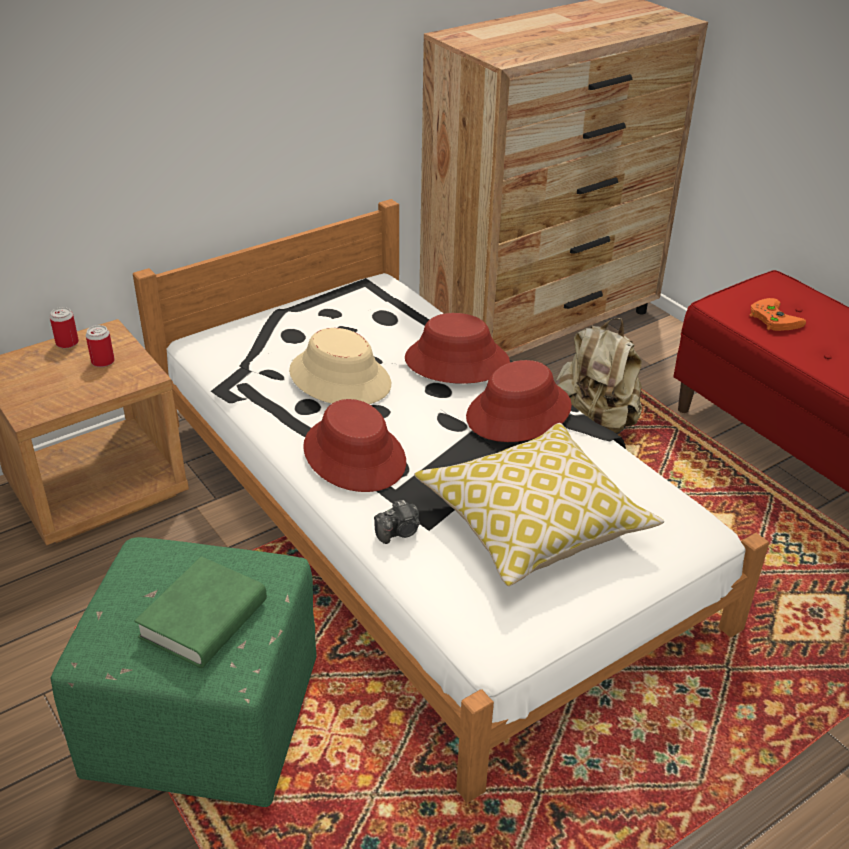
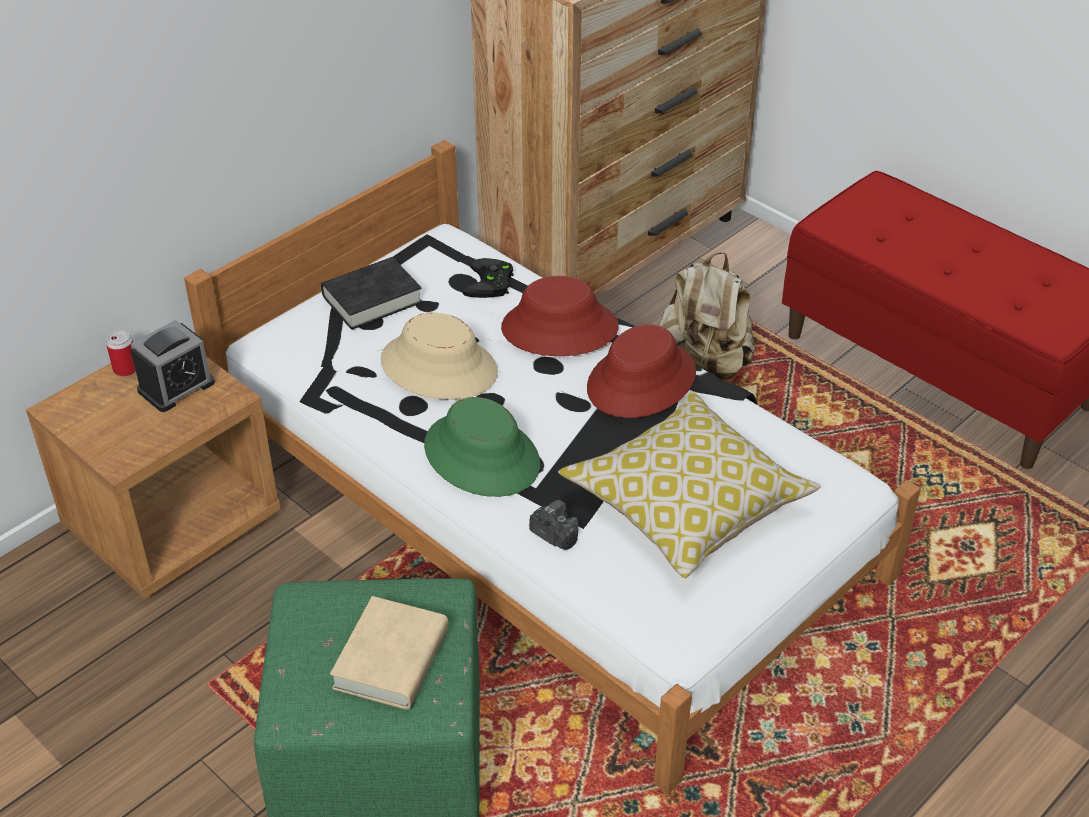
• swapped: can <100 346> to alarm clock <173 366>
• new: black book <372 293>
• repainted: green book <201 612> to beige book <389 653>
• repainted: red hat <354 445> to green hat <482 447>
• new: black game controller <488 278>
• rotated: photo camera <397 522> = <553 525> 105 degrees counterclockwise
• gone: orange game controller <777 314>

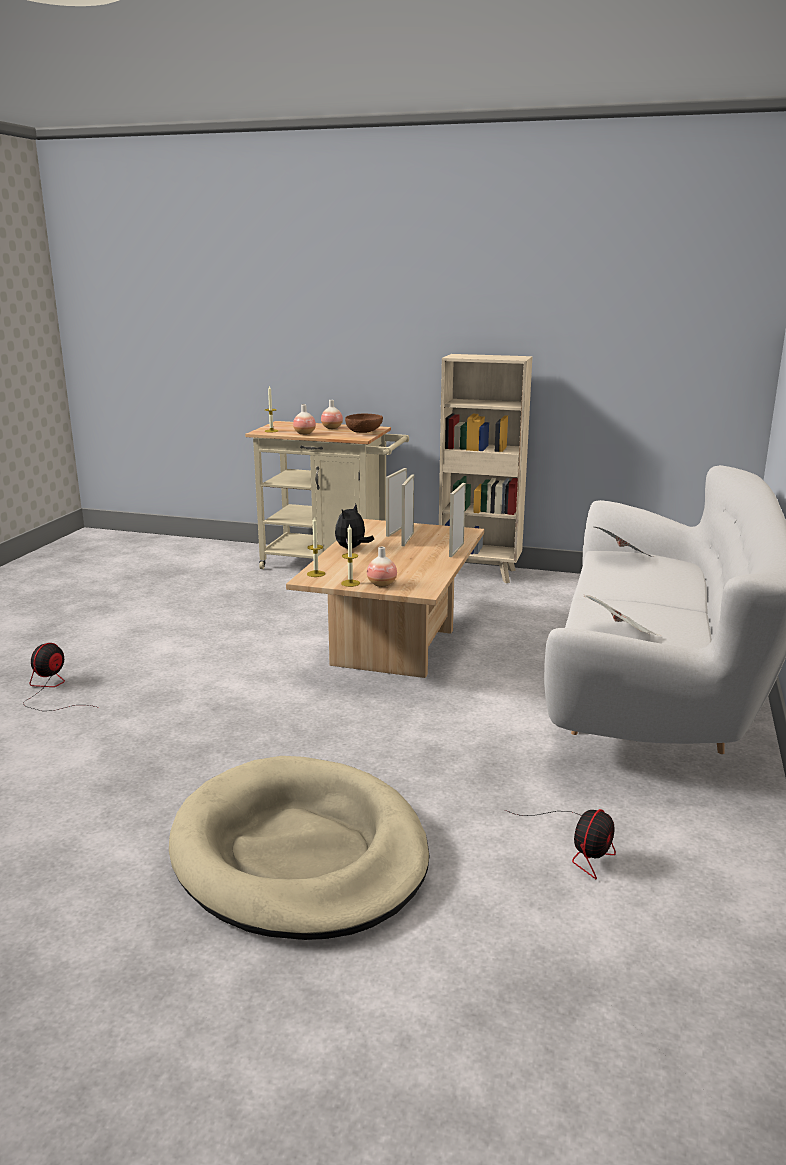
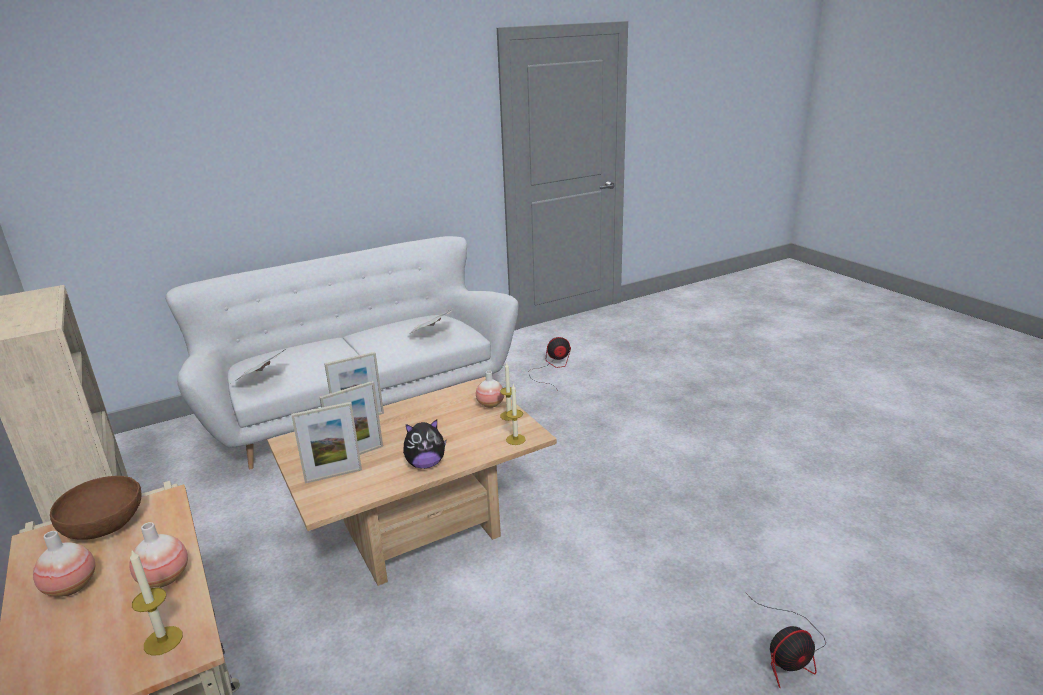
• gone: beige dog bed <299 848>

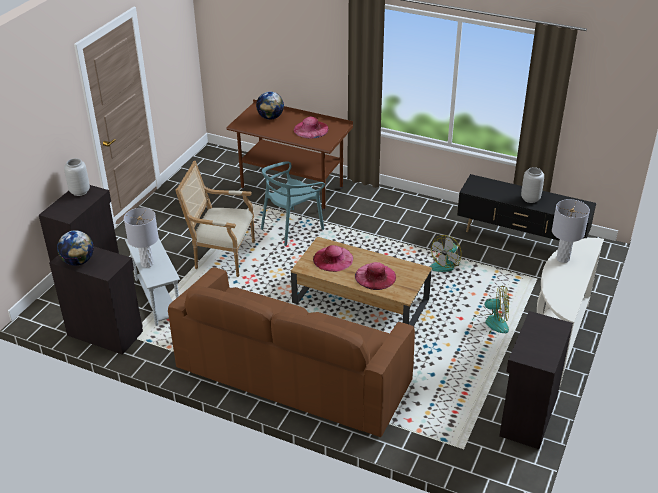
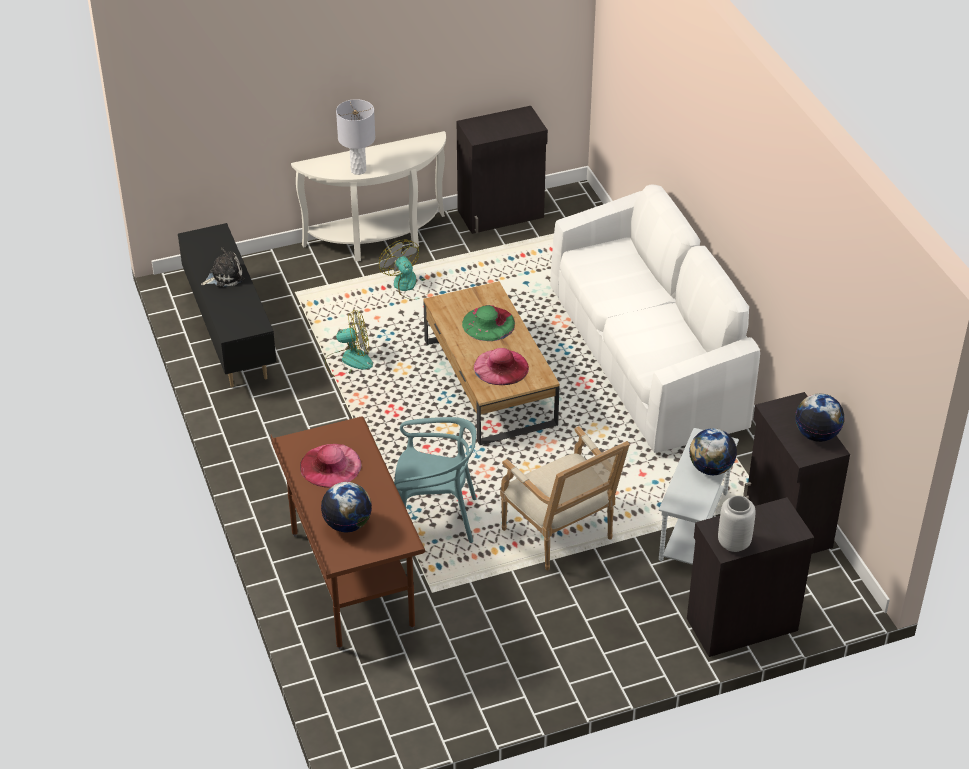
• swapped: grey vase <532 185> to plush toy <222 267>
• repainted: pink hat <375 276> to green hat <488 323>
• repainted: brown sofa <291 352> to white sofa <655 319>
• swapped: grey table lamp <141 238> to globe <713 451>

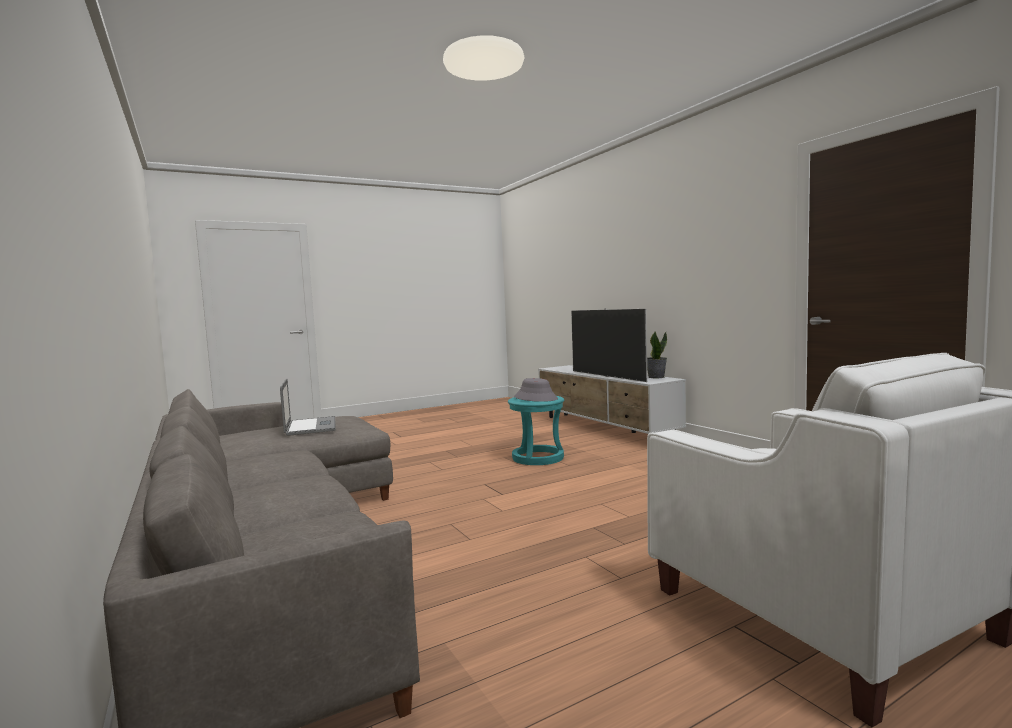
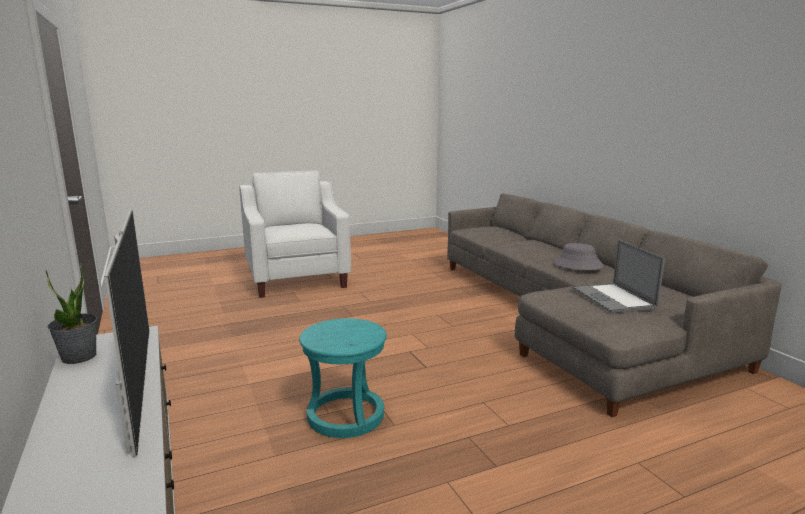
• shifted: grey hat <536 390> to <578 256>

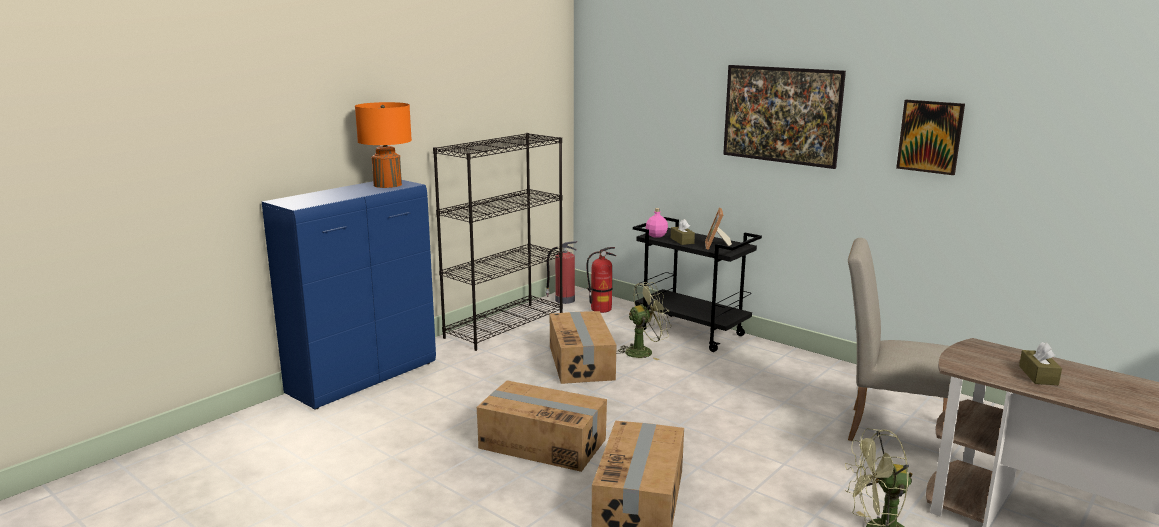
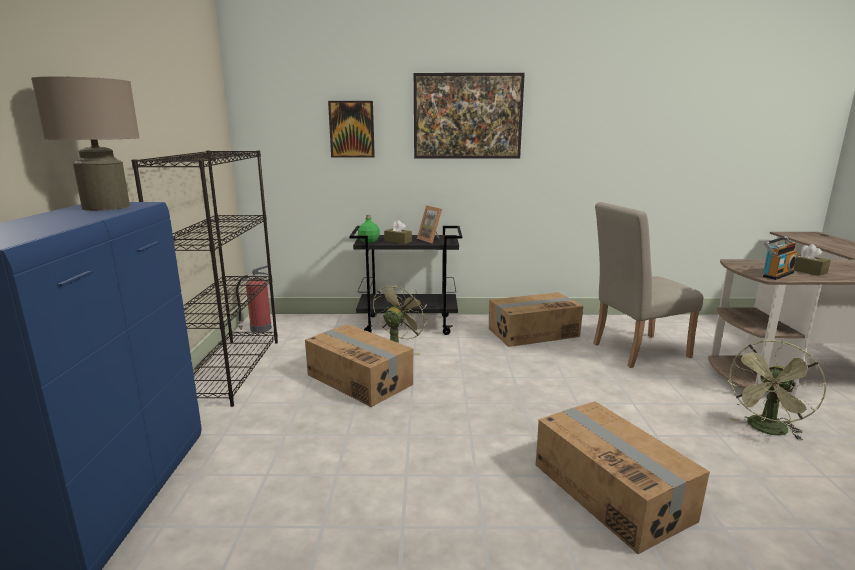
• repainted: orange table lamp <383 145> to beige table lamp <85 143>
• shifted: picture <930 137> to <351 129>
• repainted: pink bottle <657 223> to green bottle <369 228>
• shifted: cardboard box <542 426> to <536 319>
• new: radio <780 258>
• gone: fire extinguisher <601 280>

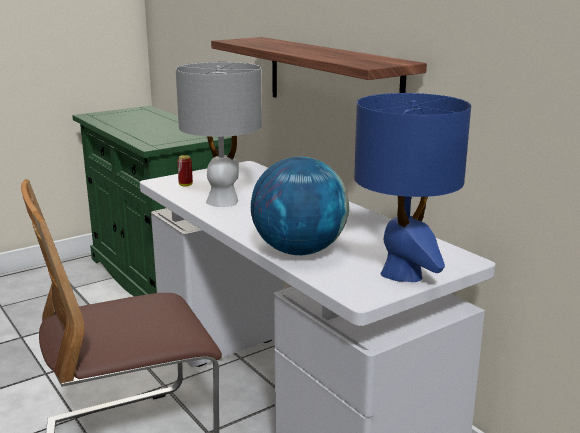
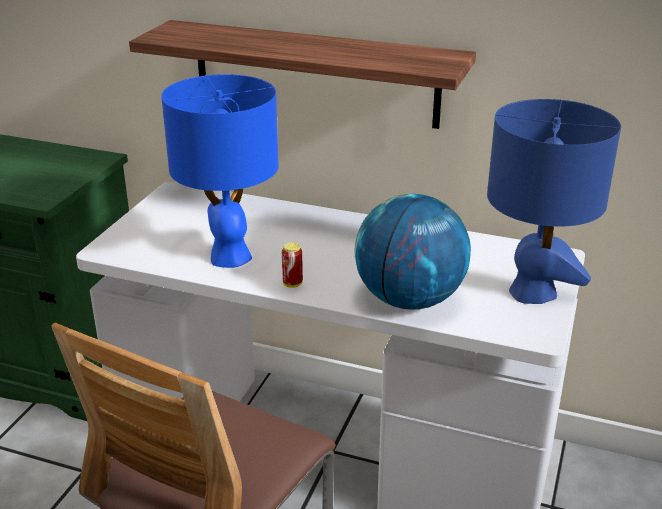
• repainted: grey table lamp <219 134> to blue table lamp <220 171>
• shifted: can <185 171> to <292 265>

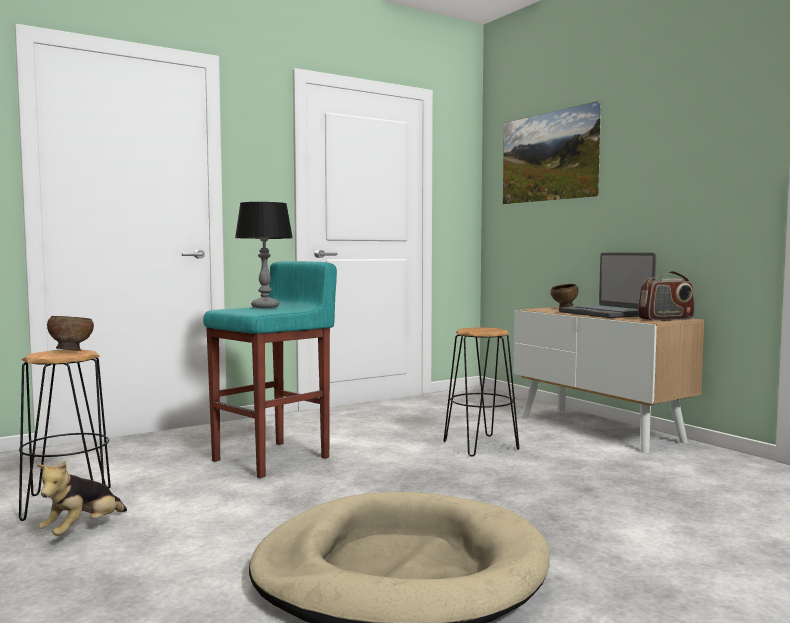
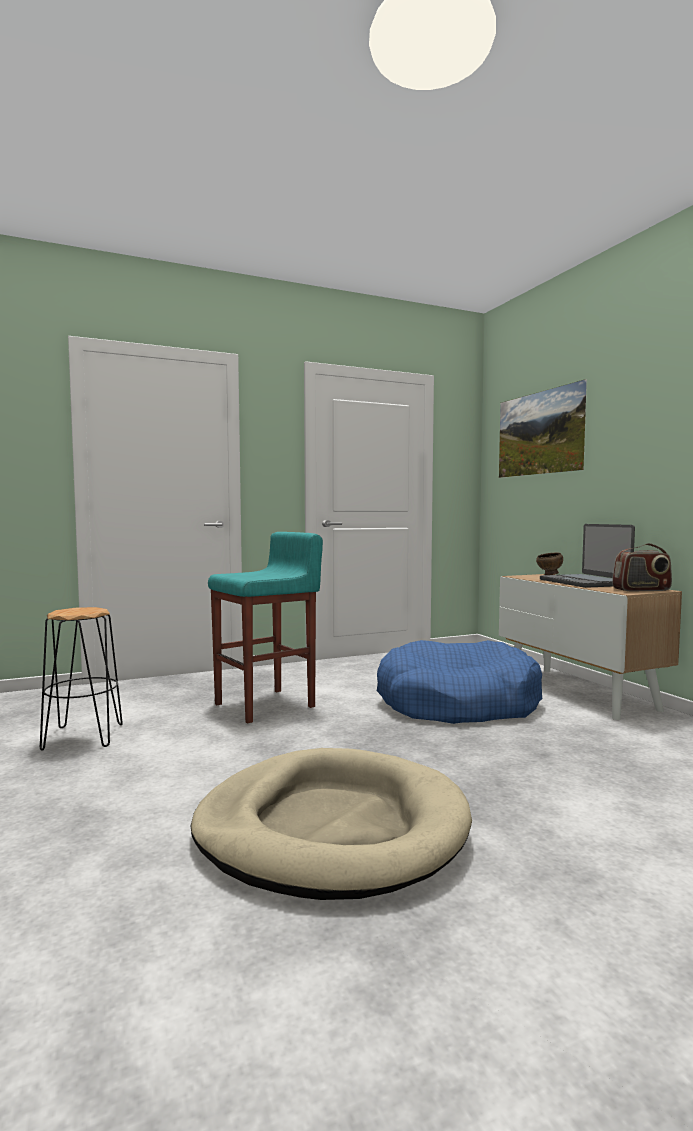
• swapped: black stool <481 392> to blue dog bed <459 682>
• gone: plush toy <82 498>
• gone: brown bowl <70 333>
• gone: table lamp <264 255>

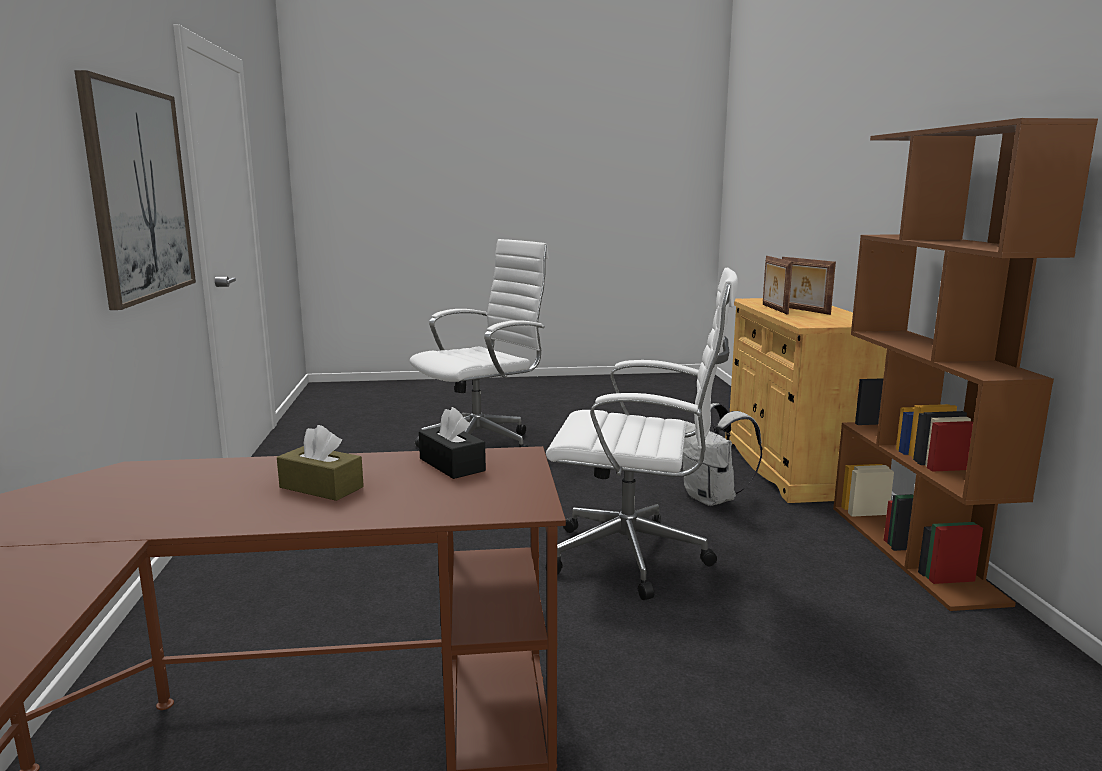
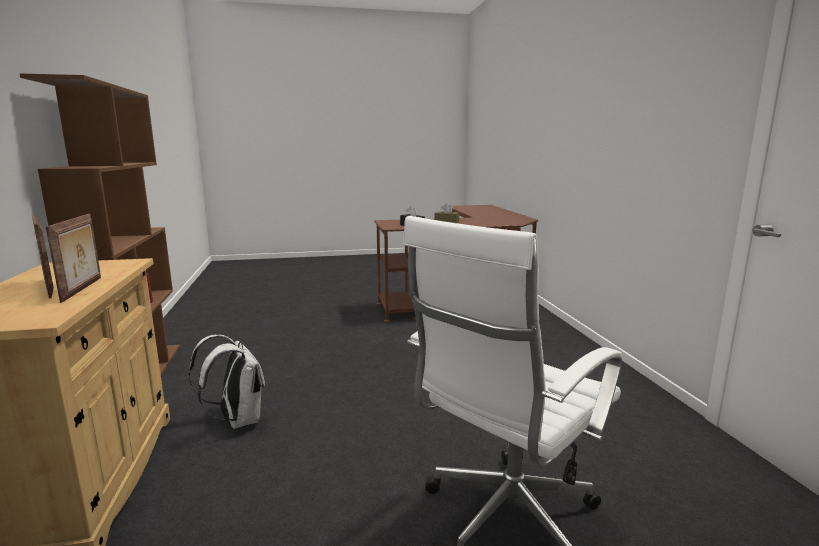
• gone: picture <135 190>
• gone: white office chair <642 434>

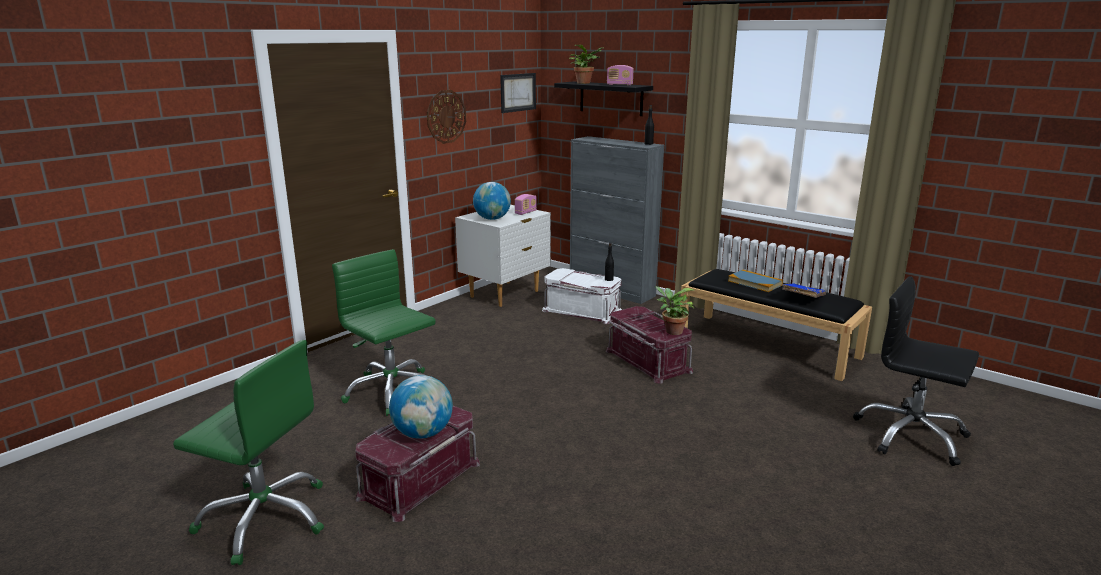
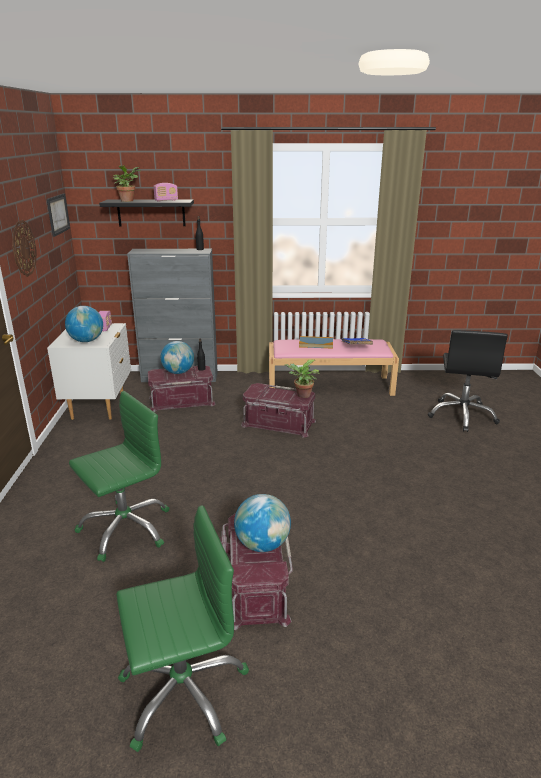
• rotated: green office chair <383 332> = <119 476> 135 degrees clockwise
• repainted: white storage box <582 296> to red storage box <182 388>
• new: globe <177 357>
• repainted: black bench <776 325> to pink bench <334 367>
• rotated: black office chair <916 371> = <468 381> 75 degrees counterclockwise

